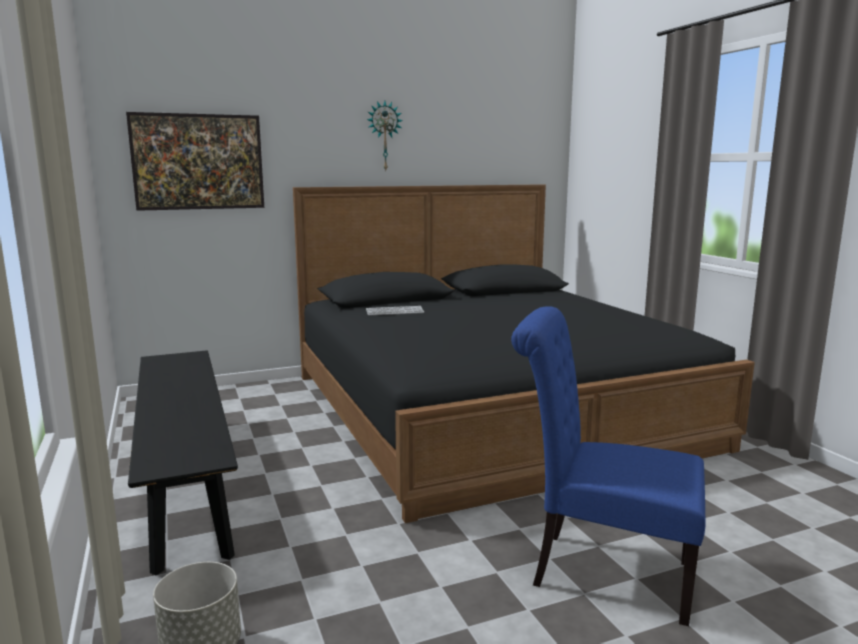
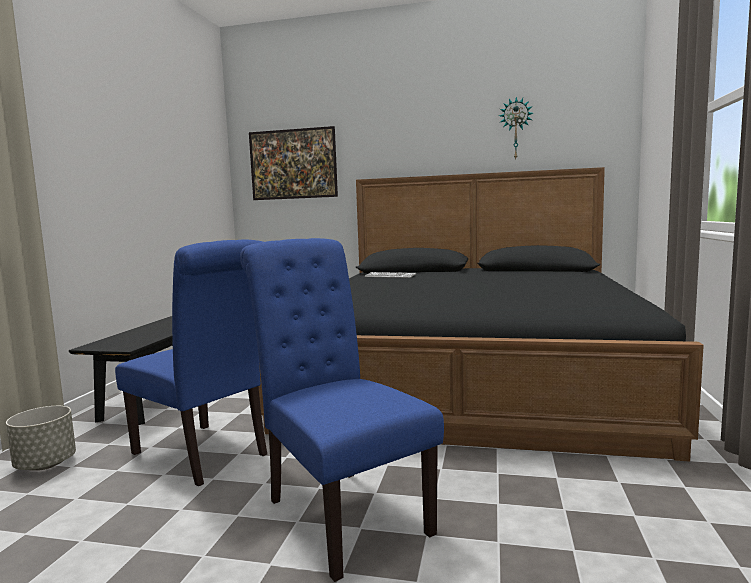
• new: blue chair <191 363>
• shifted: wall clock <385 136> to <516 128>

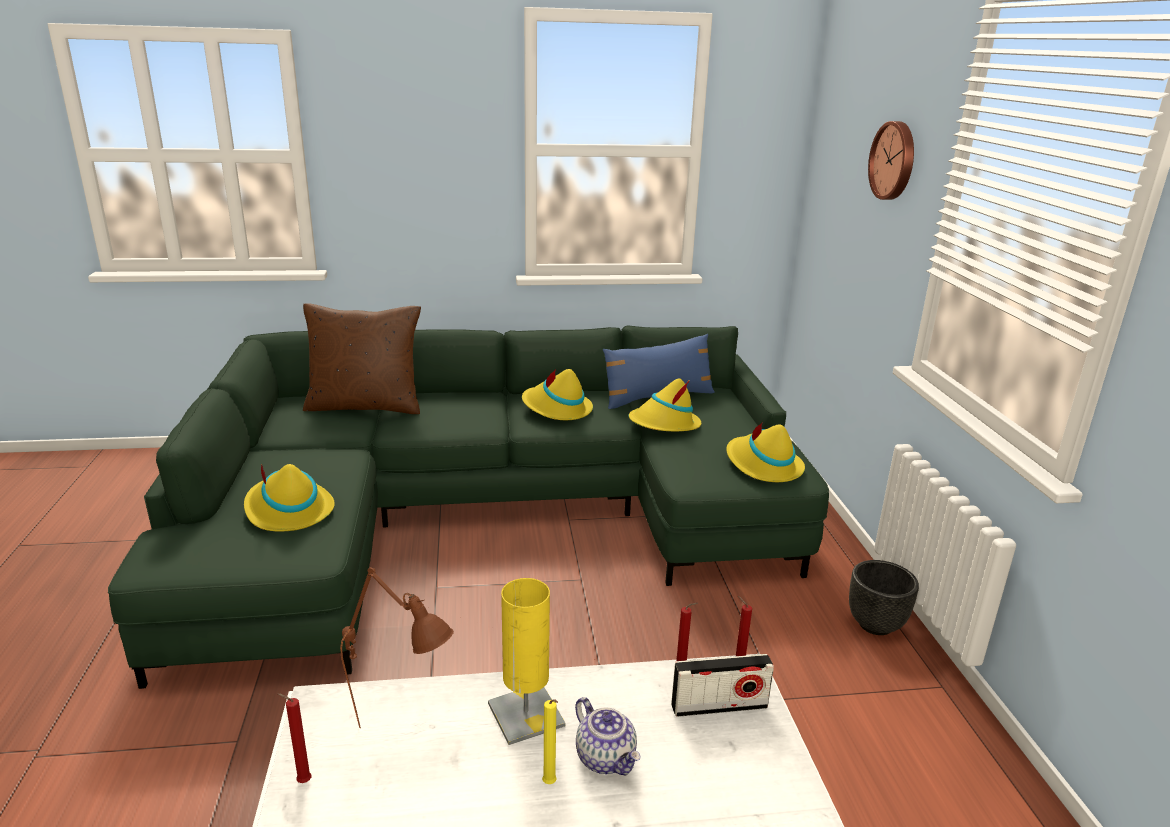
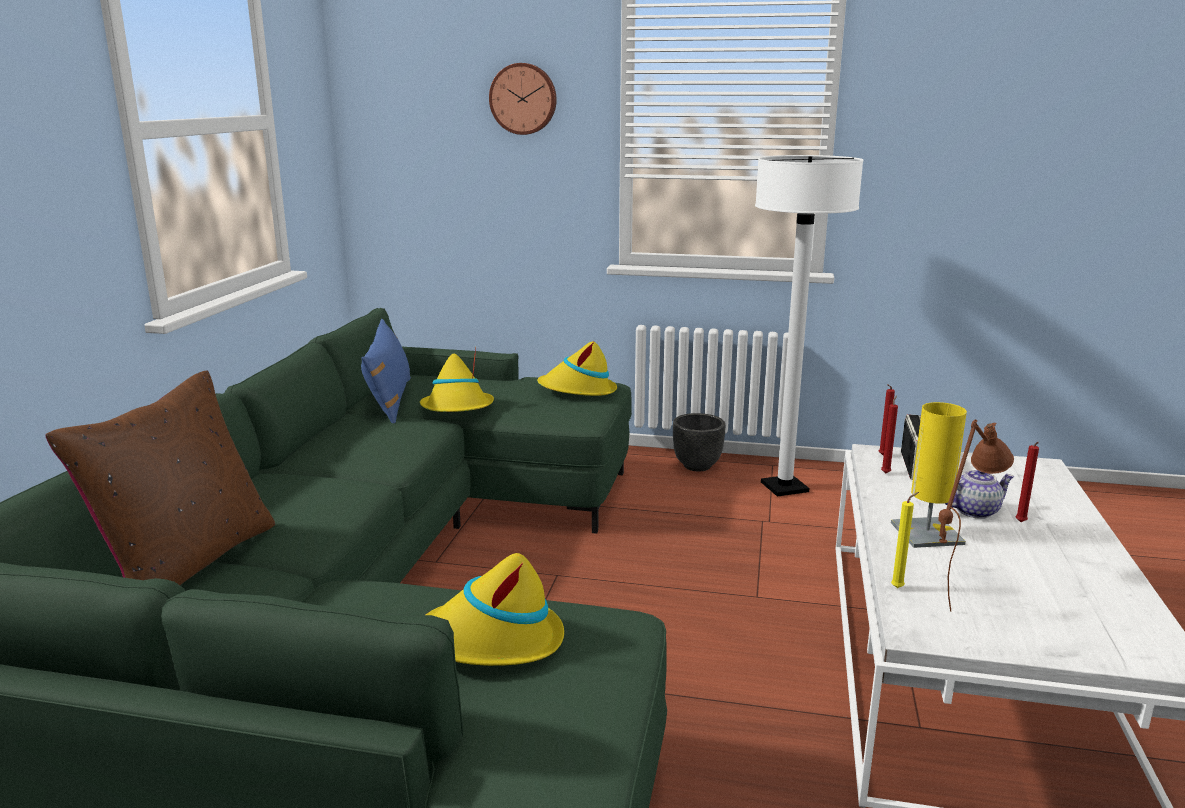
• new: white floor lamp <809 326>
• shifted: yellow candle <550 741> to <905 540>
• shifted: red candle <294 738> to <1027 482>
• gone: yellow hat <557 394>

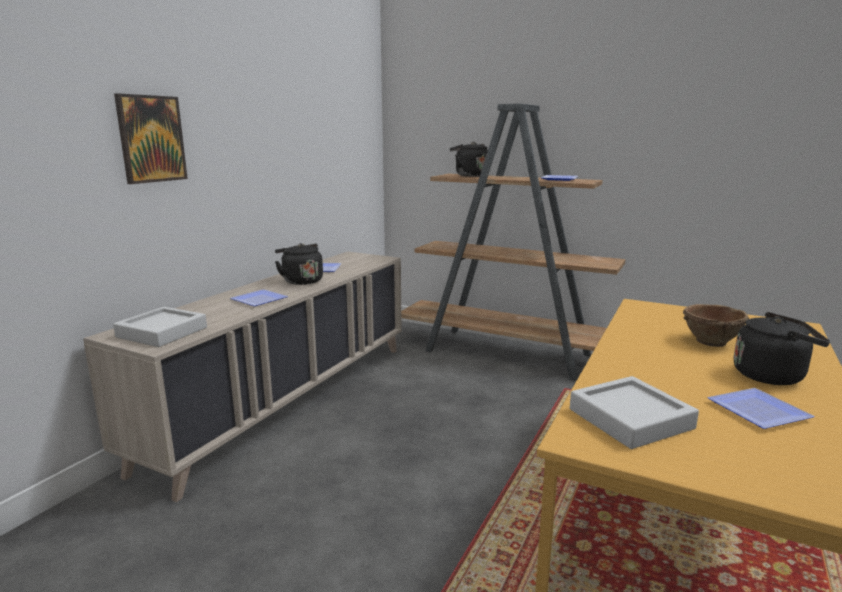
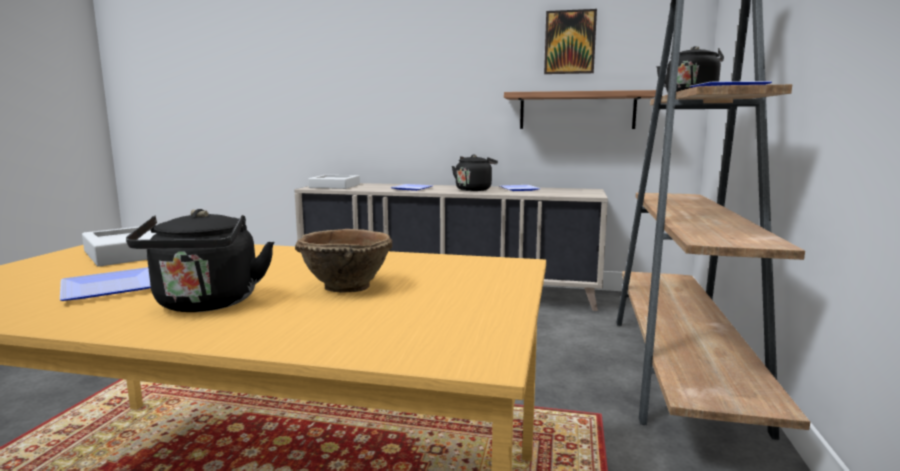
• new: shelf <580 109>
• shifted: picture <151 138> to <570 41>

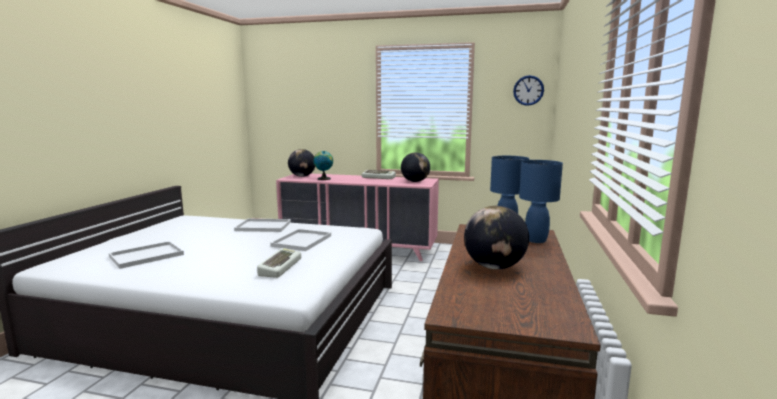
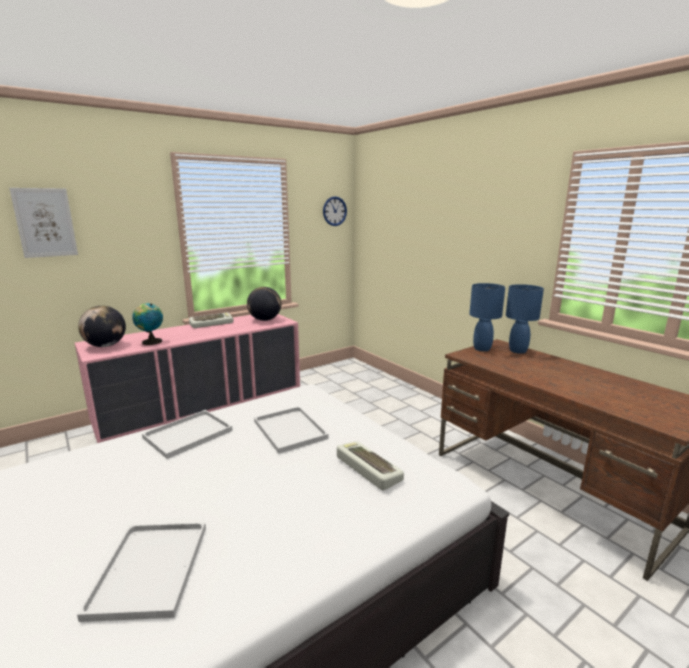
• new: picture <43 223>
• gone: globe <496 237>

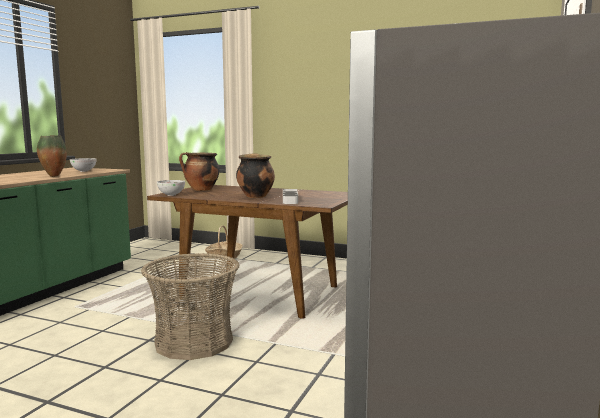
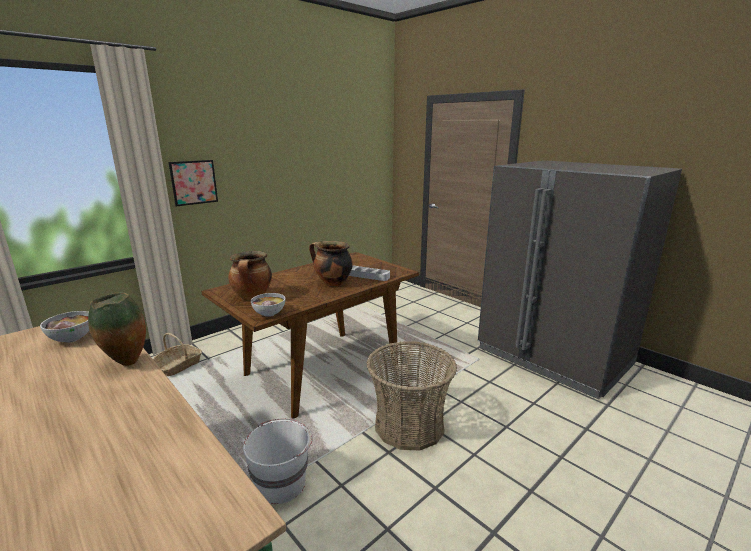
• new: picture <193 183>
• new: white bucket <278 461>

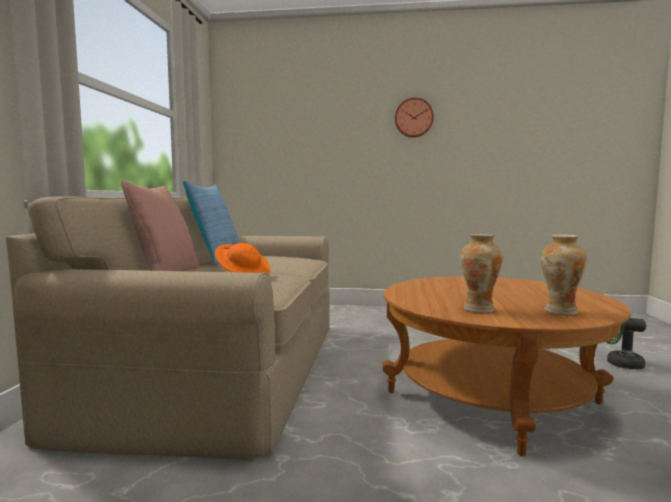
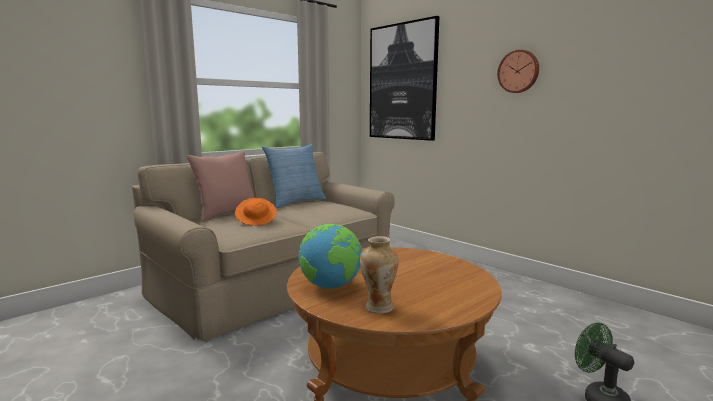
• swapped: vase <481 273> to globe <330 256>
• new: picture <405 78>

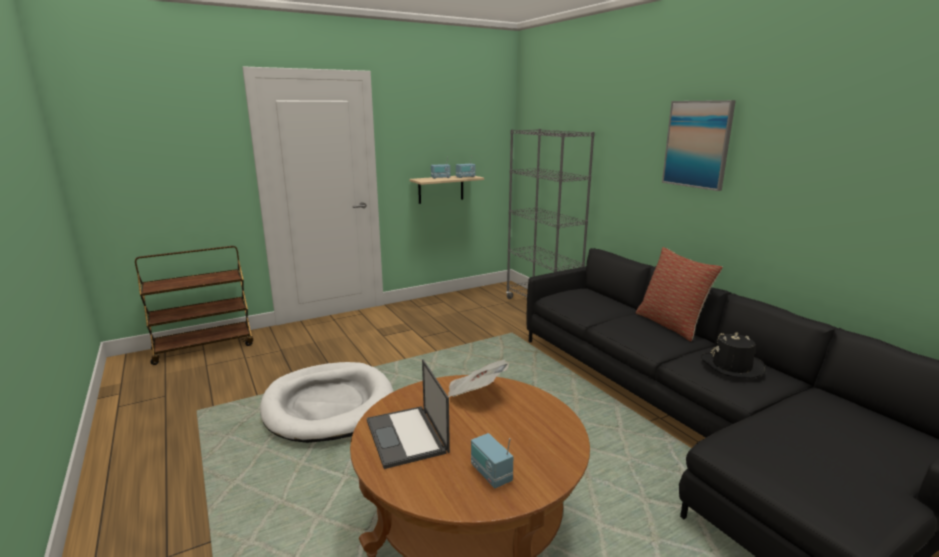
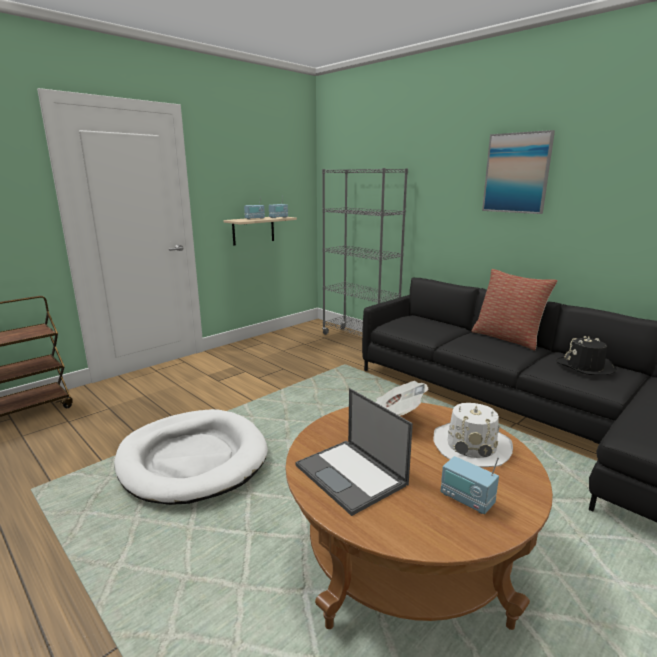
• new: white hat <473 435>

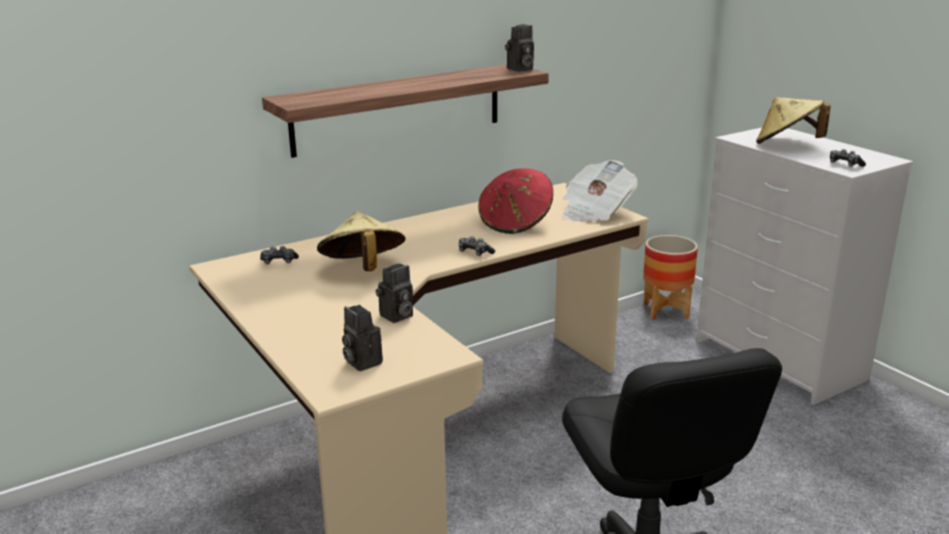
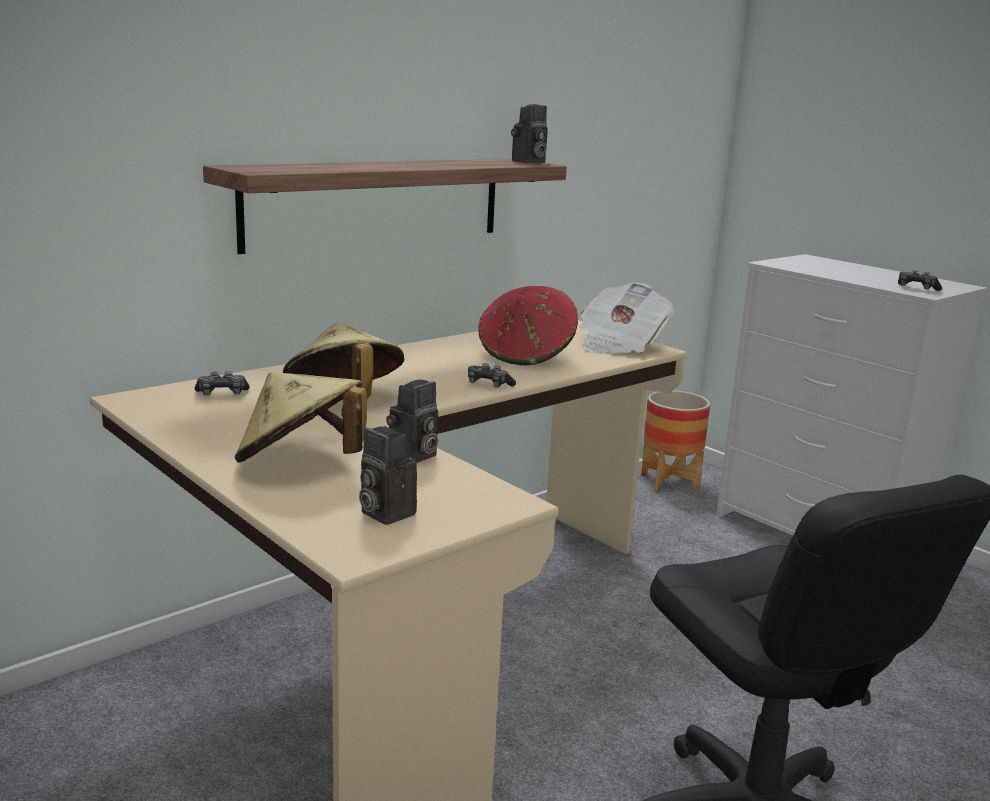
• shifted: beige hat <793 120> to <301 417>

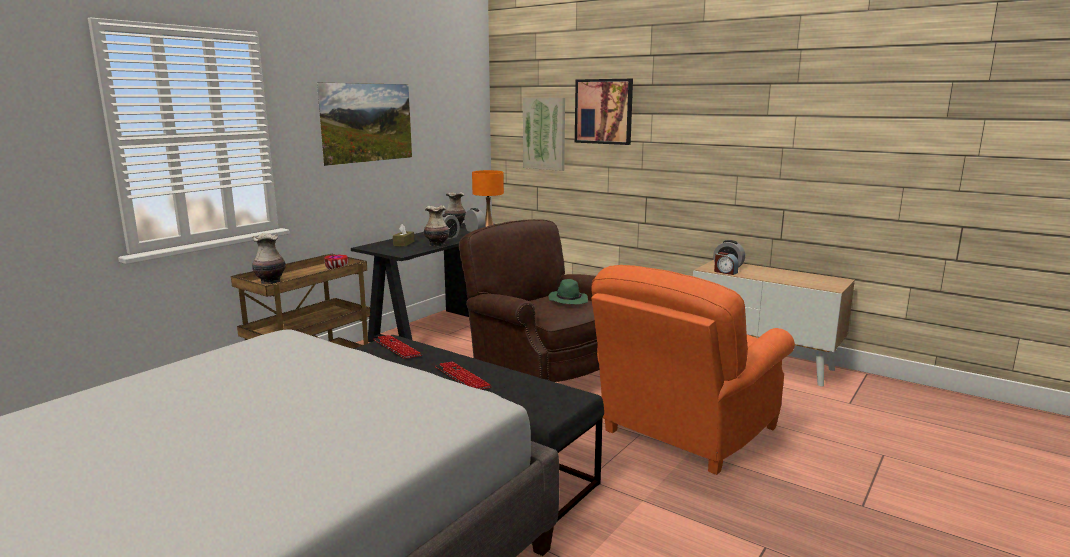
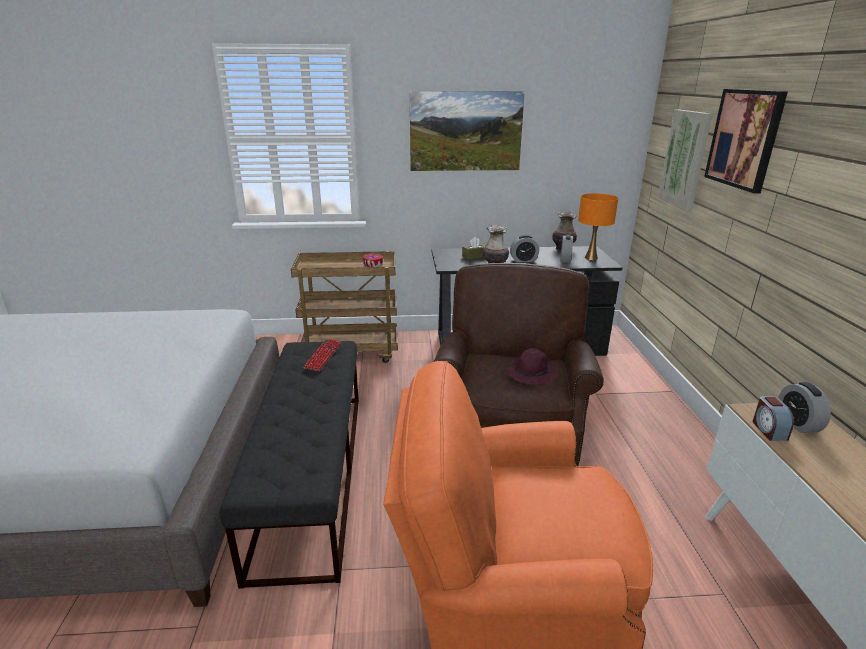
• repainted: green hat <568 291> to purple hat <531 366>
• gone: vase <269 258>
• gone: keyboard <463 375>

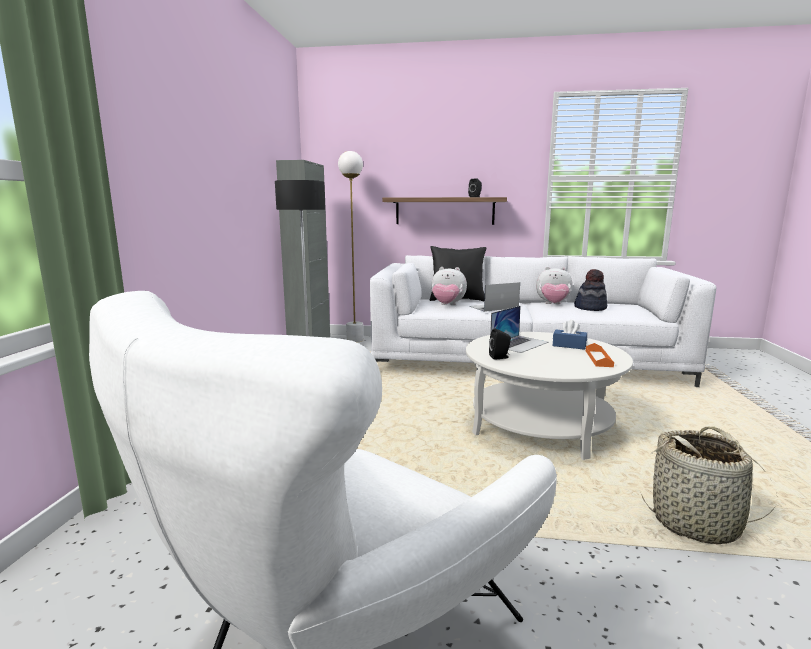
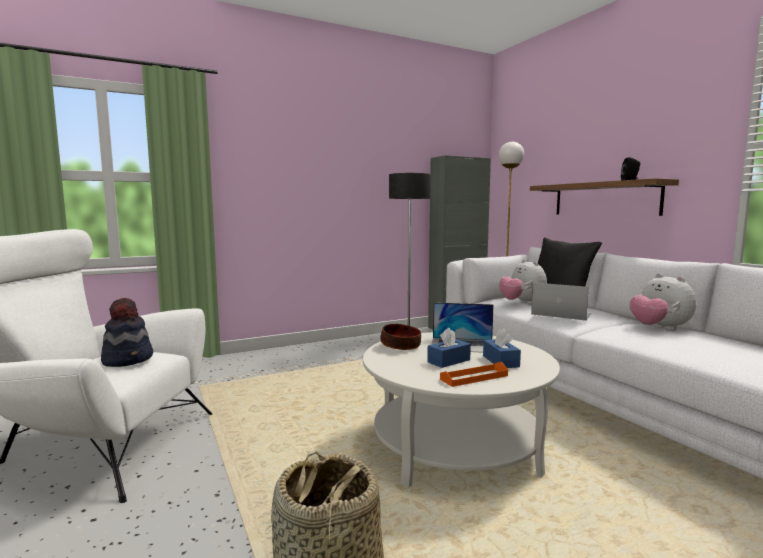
• shifted: hat <590 290> to <127 332>
• swapped: black speaker <500 344> to bowl <400 337>
• new: blue tissue box <449 348>

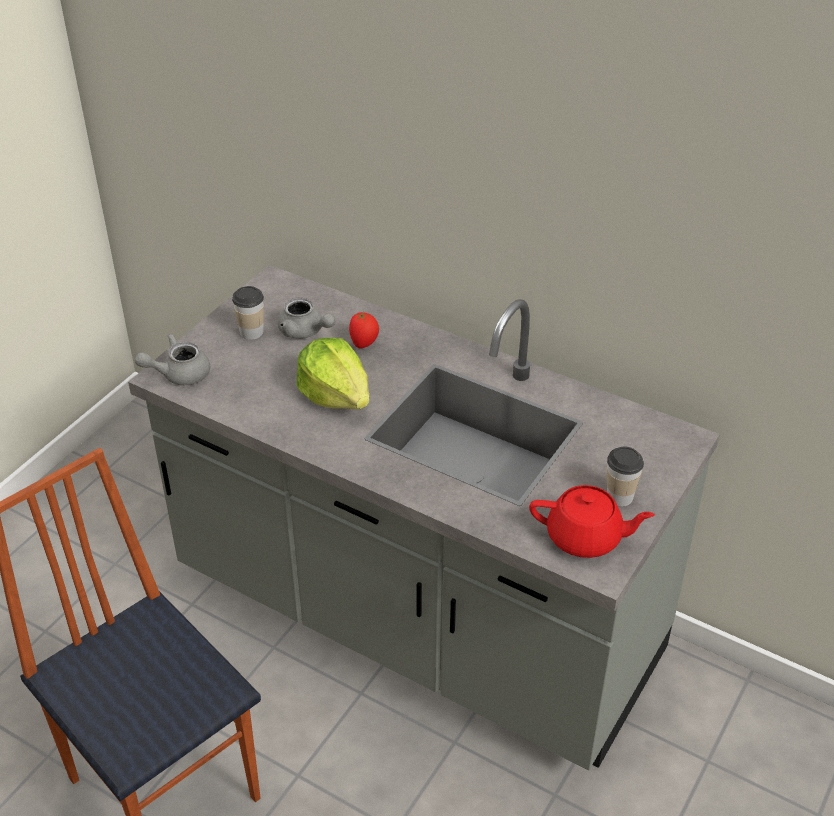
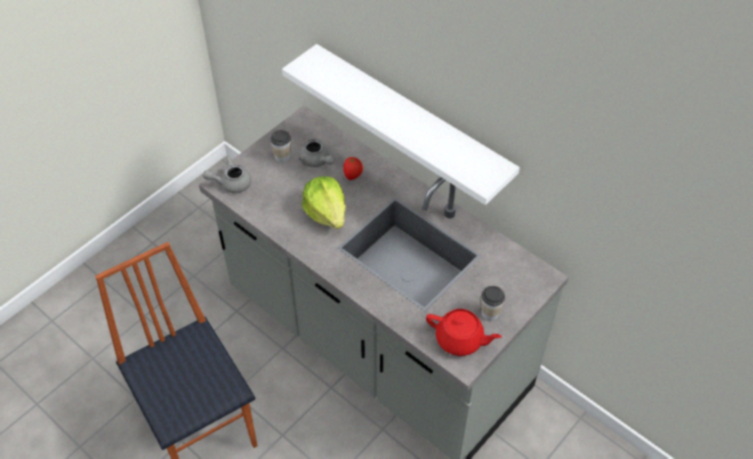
• new: white shelf <401 124>

